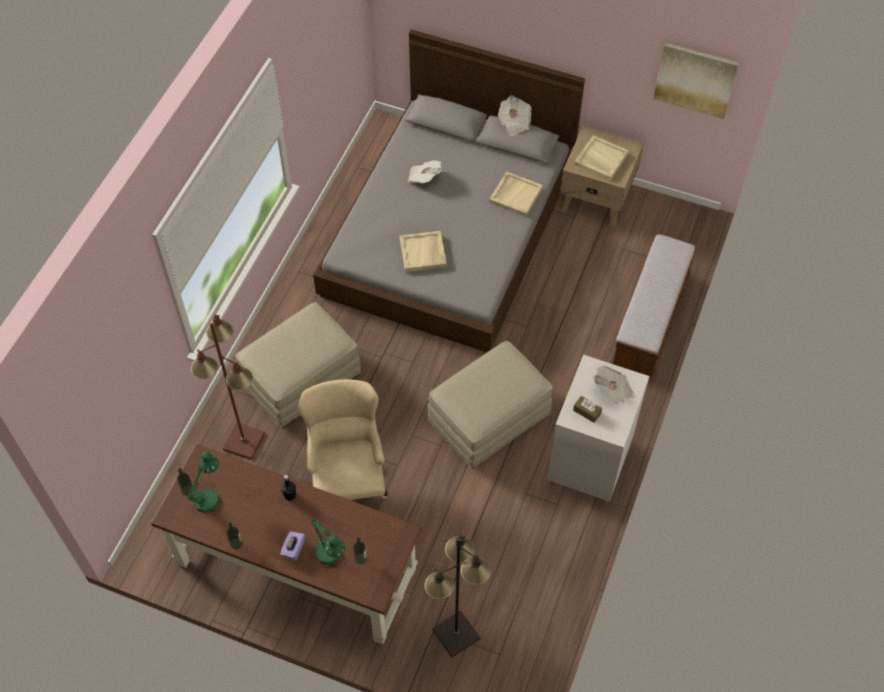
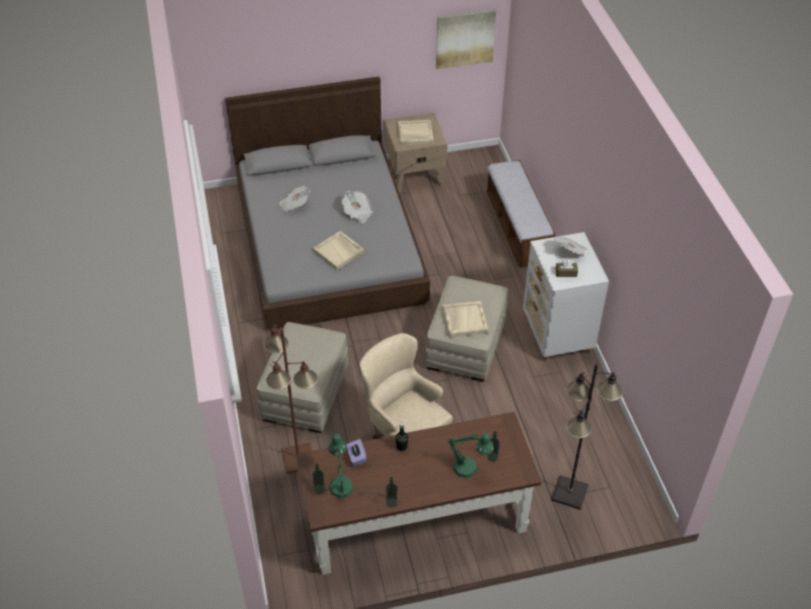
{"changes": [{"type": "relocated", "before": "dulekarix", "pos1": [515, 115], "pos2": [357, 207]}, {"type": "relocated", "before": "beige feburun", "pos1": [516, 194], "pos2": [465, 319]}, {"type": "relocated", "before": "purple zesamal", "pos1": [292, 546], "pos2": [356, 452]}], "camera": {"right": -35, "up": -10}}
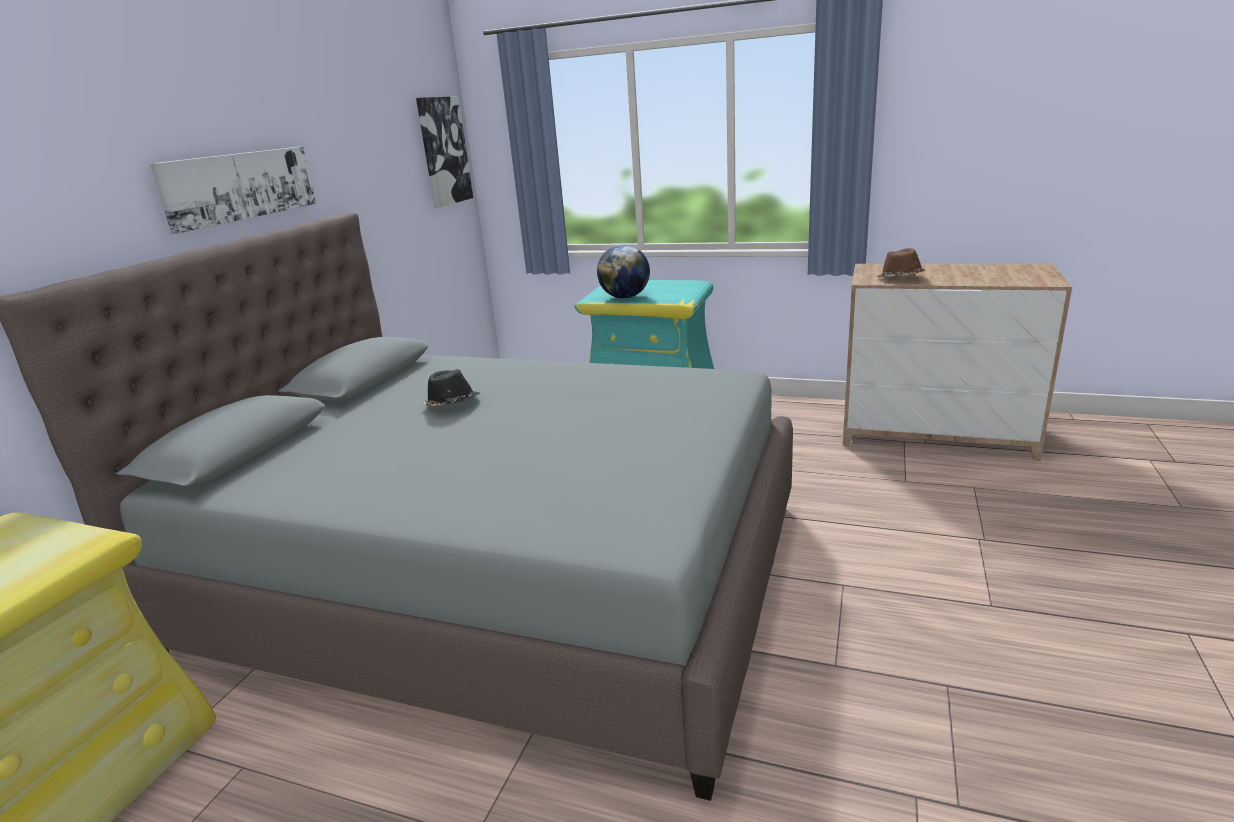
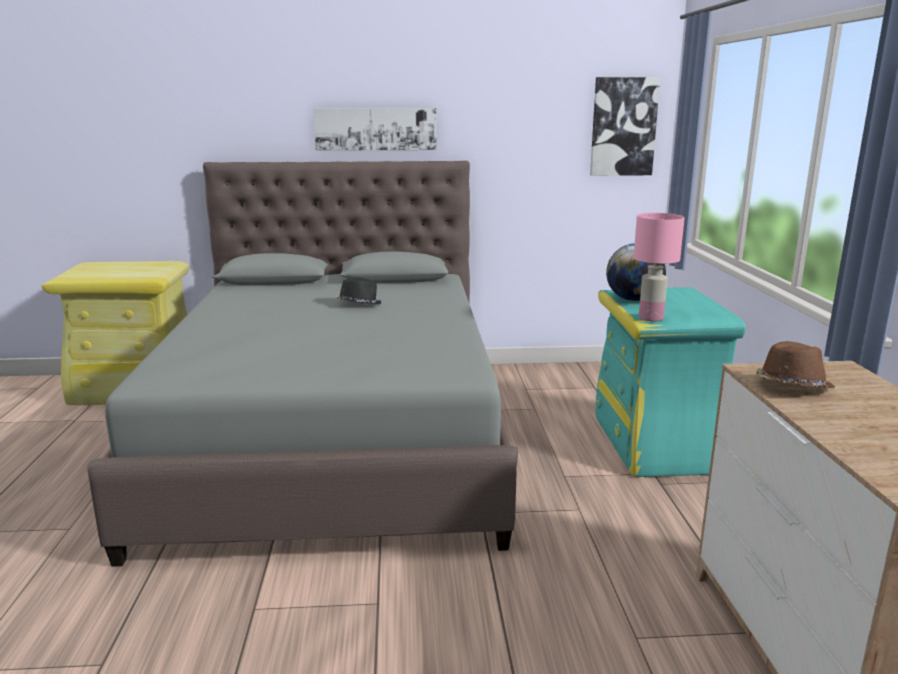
{"changes": [{"type": "appeared", "after": "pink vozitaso", "pos2": [659, 267]}], "camera": {"right": 65, "up": -5}}
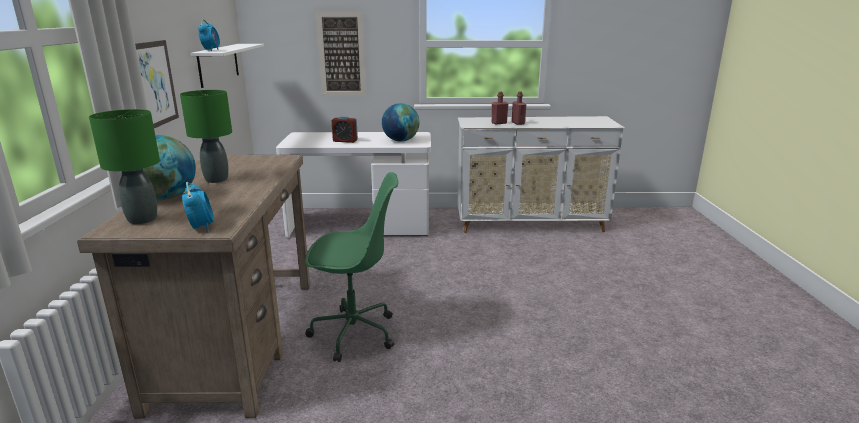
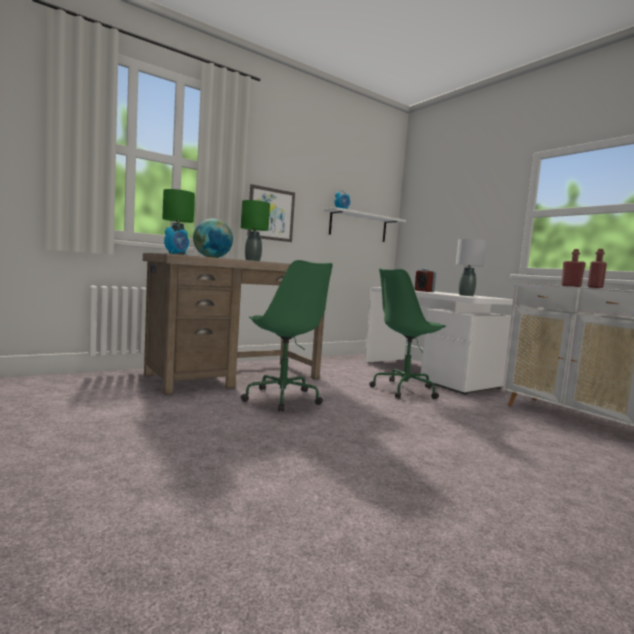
{"changes": [{"type": "missing", "before": "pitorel", "pos1": [341, 54]}, {"type": "exchanged", "before": "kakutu", "after": "grey vozitaso", "pos1": [400, 122], "pos2": [471, 267]}, {"type": "appeared", "after": "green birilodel", "pos2": [407, 333]}], "camera": {"right": 55, "up": -15}}
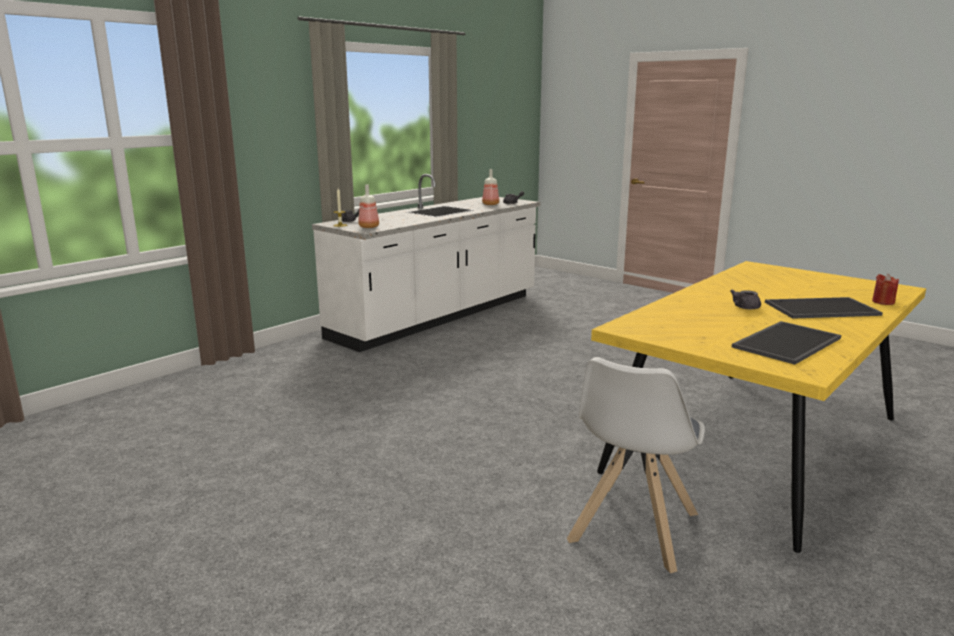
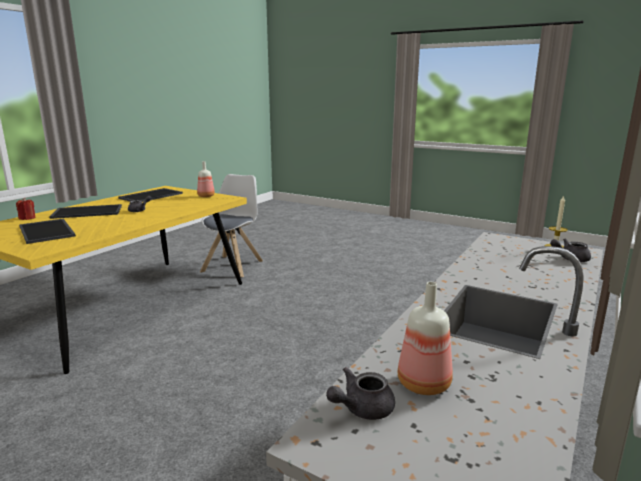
{"changes": [{"type": "relocated", "before": "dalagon", "pos1": [368, 206], "pos2": [206, 179]}, {"type": "appeared", "after": "feburun", "pos2": [47, 231]}], "camera": {"right": 170, "up": 0}}
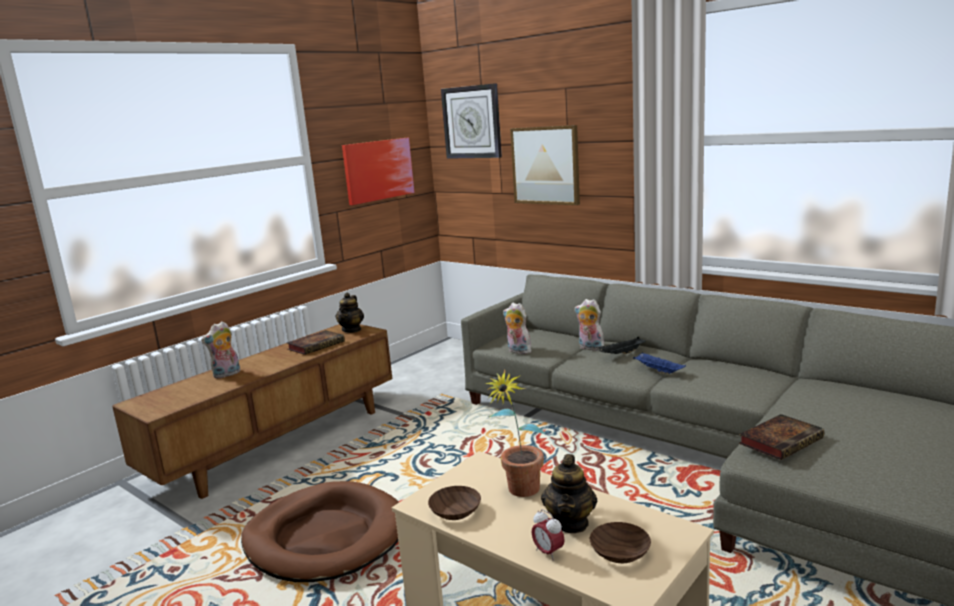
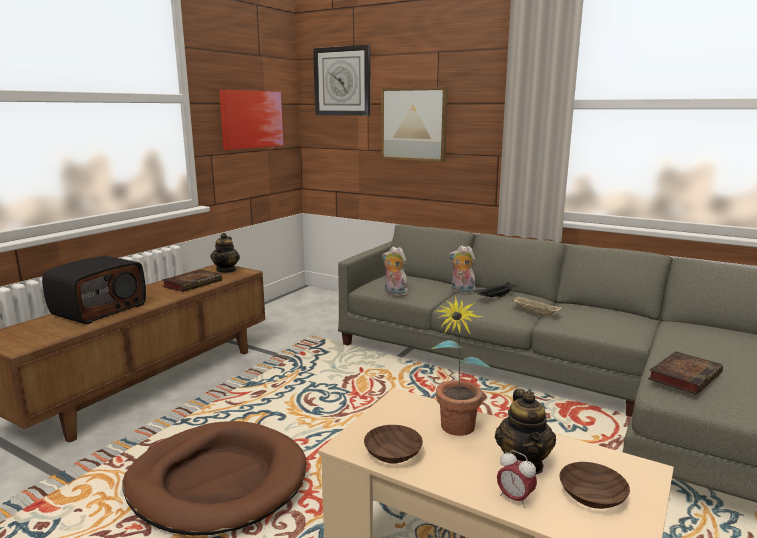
{"changes": [{"type": "exchanged", "before": "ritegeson", "after": "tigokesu", "pos1": [220, 350], "pos2": [94, 290]}, {"type": "colour", "before": "blue feburun", "after": "beige feburun", "pos1": [659, 363], "pos2": [537, 305]}], "camera": {"right": -10, "up": 0}}
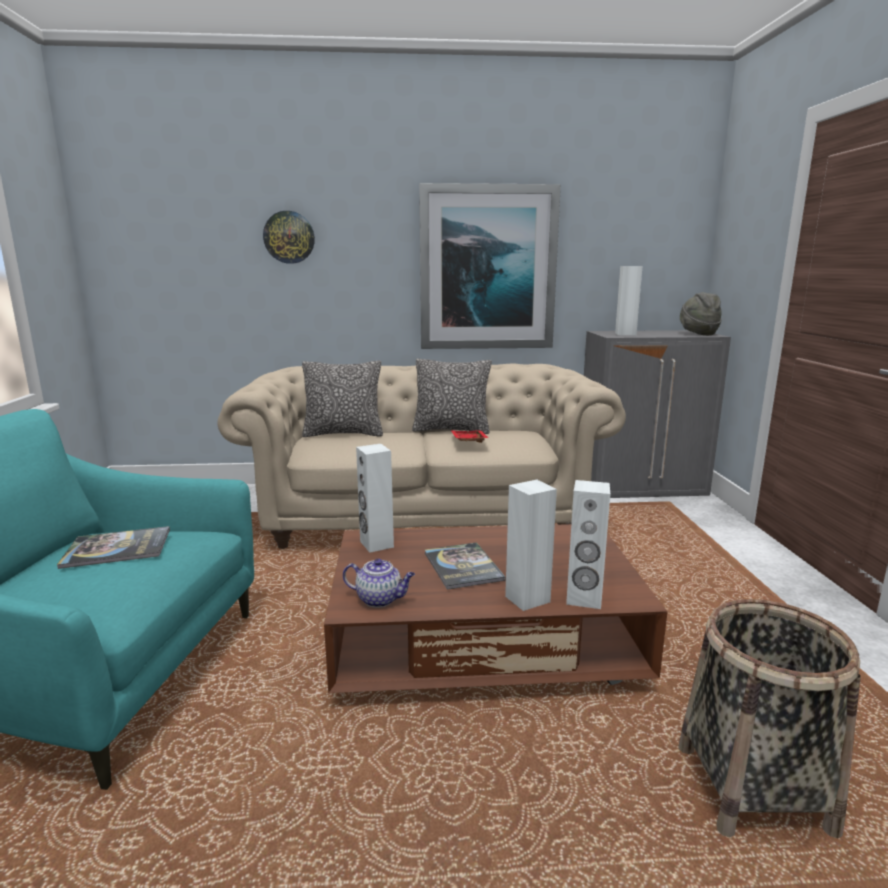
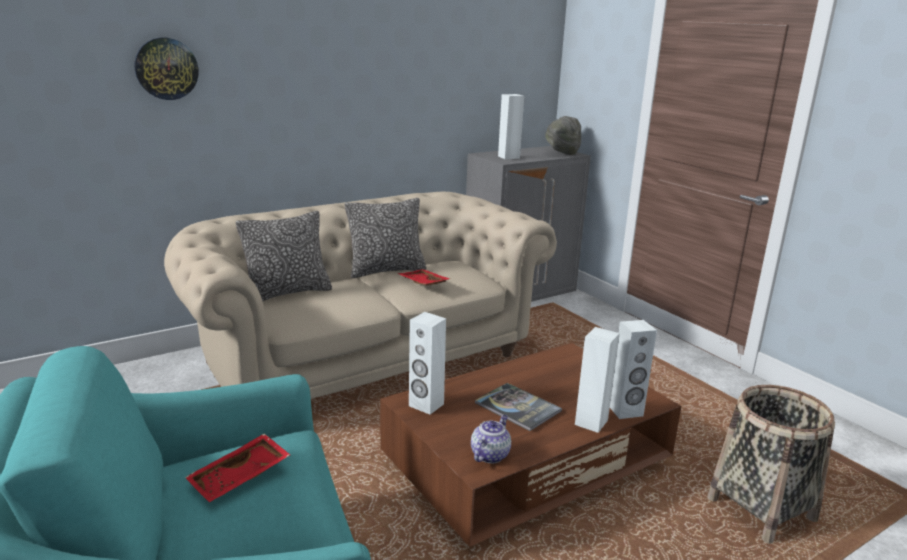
{"changes": [{"type": "missing", "before": "pitorel", "pos1": [490, 266]}, {"type": "exchanged", "before": "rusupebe", "after": "red feburun", "pos1": [113, 547], "pos2": [237, 468]}, {"type": "spun", "before": "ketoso", "pos1": [379, 583], "pos2": [491, 439], "turn": -45}], "camera": {"right": -30, "up": 5}}
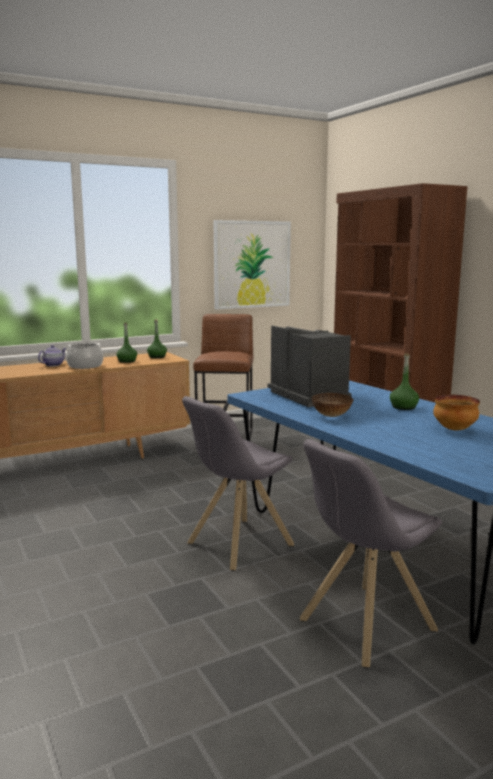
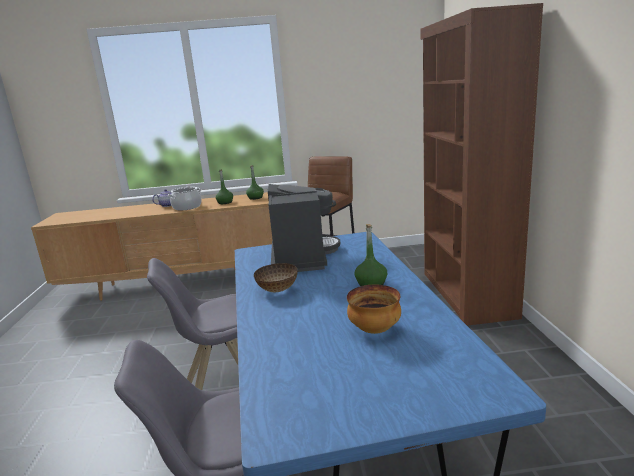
{"changes": [{"type": "missing", "before": "pitorel", "pos1": [252, 265]}], "camera": {"right": 25, "up": 5}}
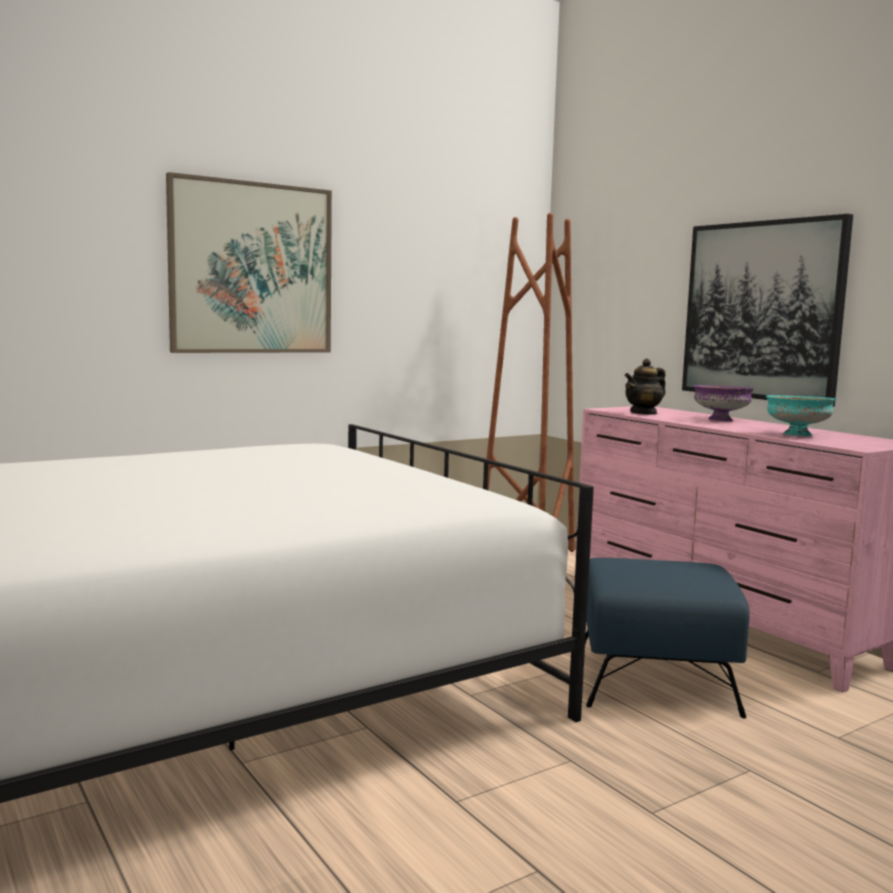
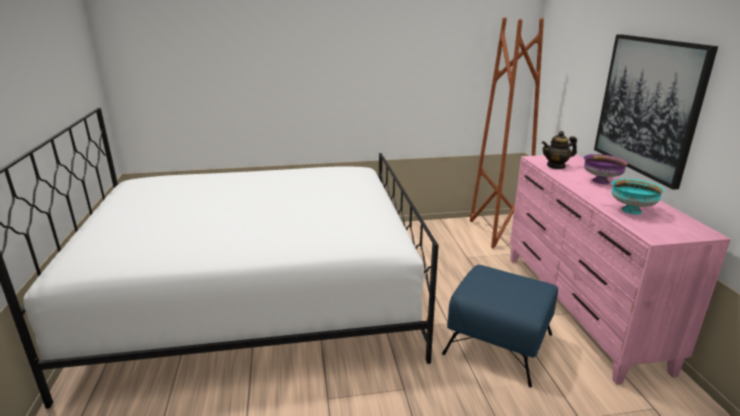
{"changes": [{"type": "missing", "before": "pitorel", "pos1": [249, 262]}], "camera": {"right": 25, "up": 15}}
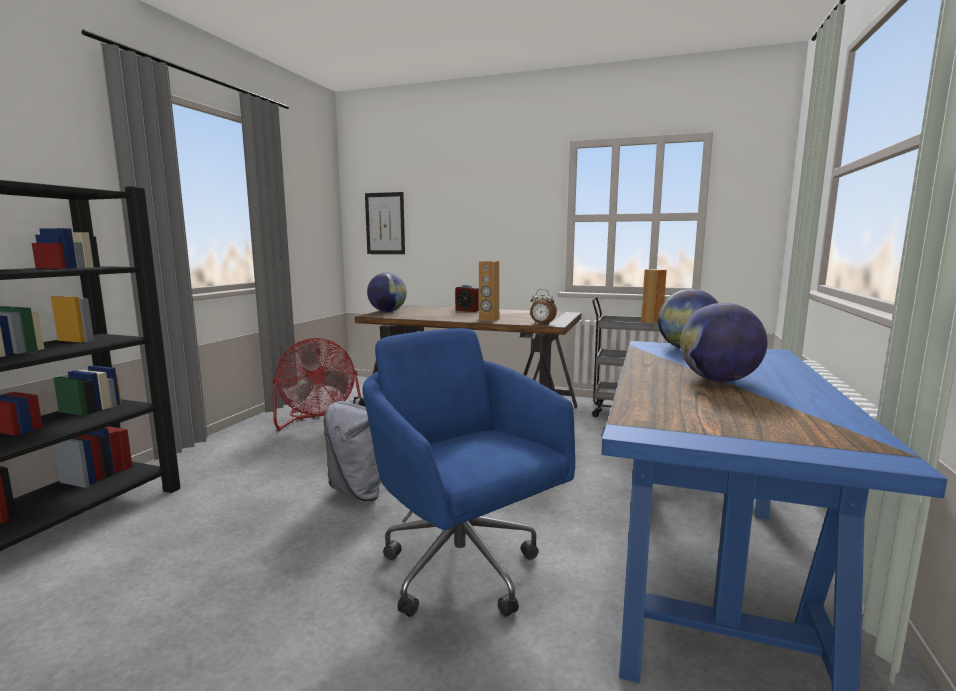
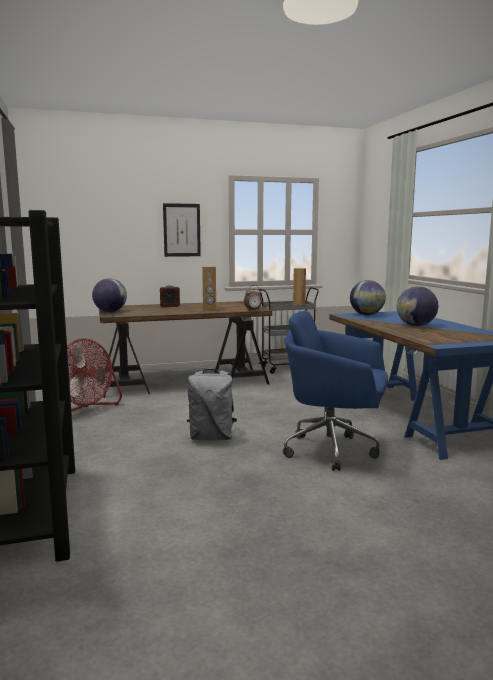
{"changes": [{"type": "relocated", "before": "pitorel", "pos1": [385, 223], "pos2": [182, 230]}], "camera": {"right": -35, "up": 0}}
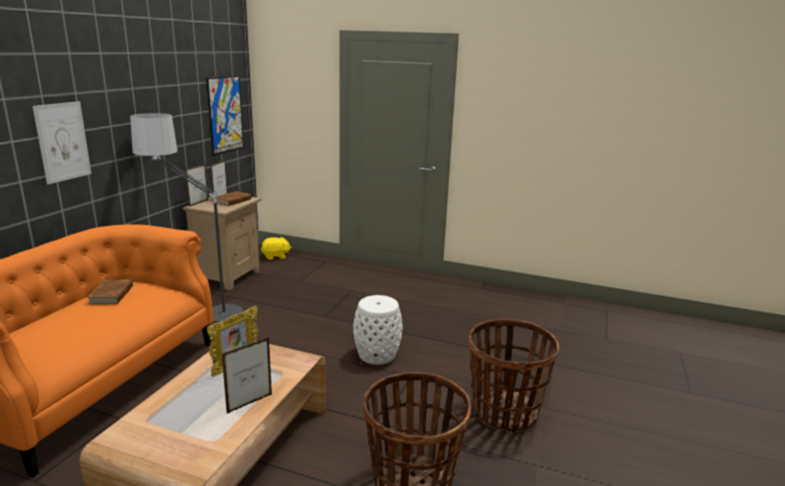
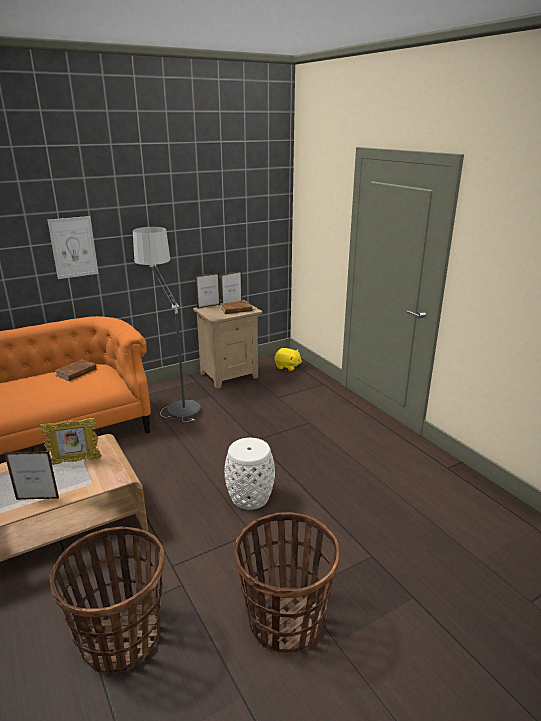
{"changes": [{"type": "missing", "before": "pitorel", "pos1": [225, 116]}], "camera": {"right": 40, "up": 5}}
